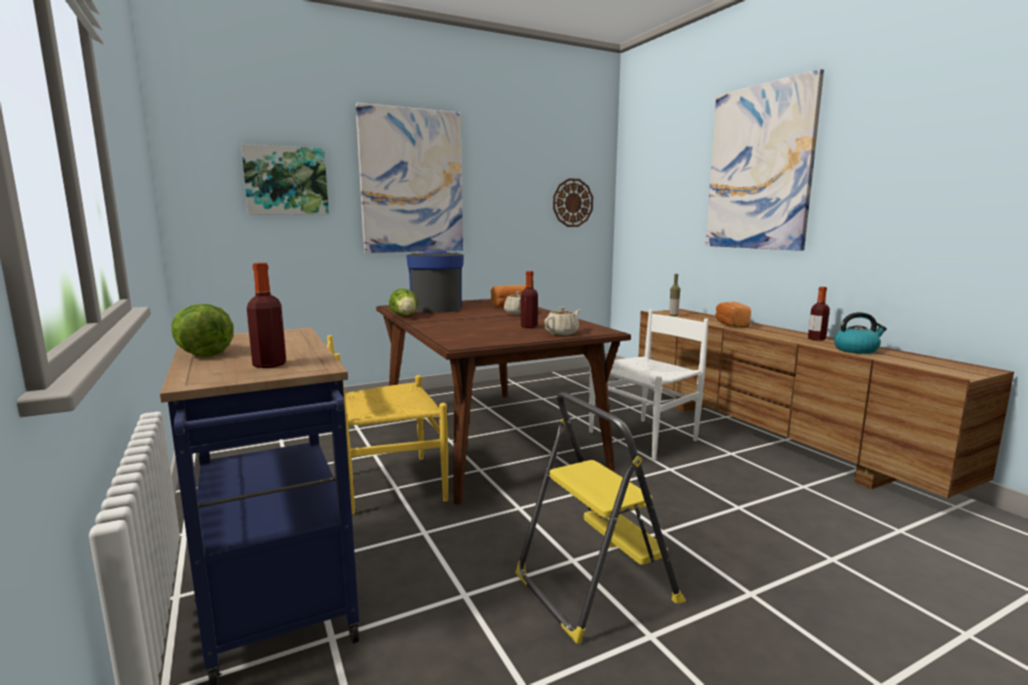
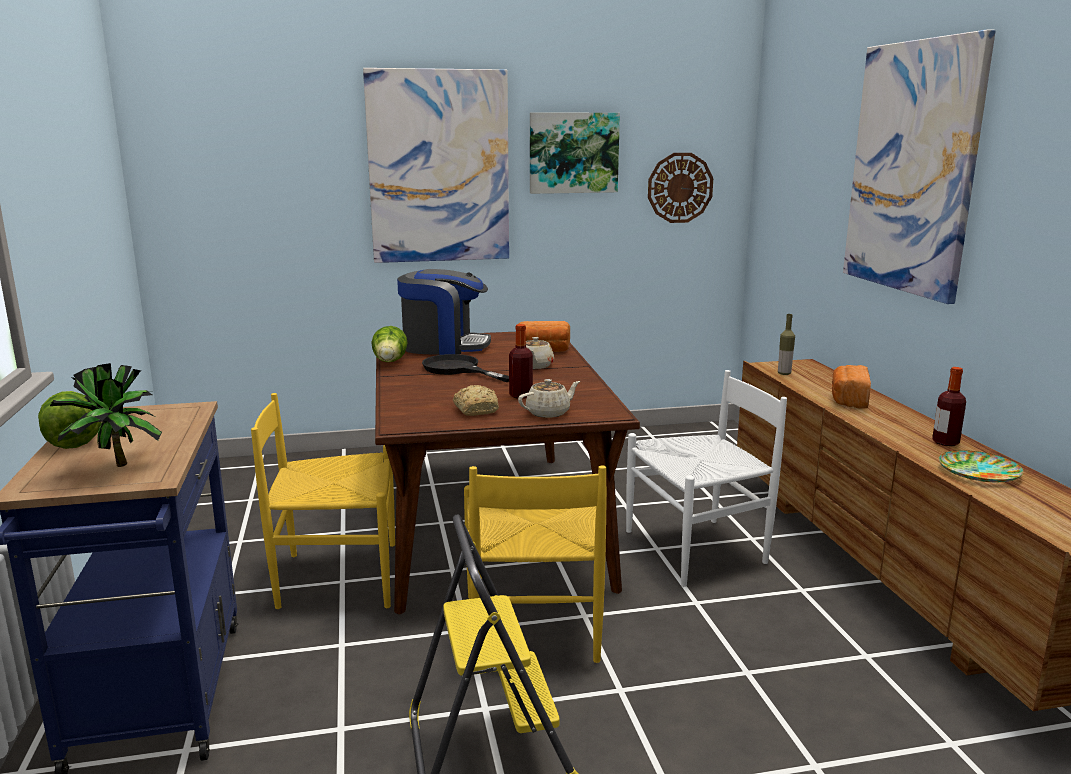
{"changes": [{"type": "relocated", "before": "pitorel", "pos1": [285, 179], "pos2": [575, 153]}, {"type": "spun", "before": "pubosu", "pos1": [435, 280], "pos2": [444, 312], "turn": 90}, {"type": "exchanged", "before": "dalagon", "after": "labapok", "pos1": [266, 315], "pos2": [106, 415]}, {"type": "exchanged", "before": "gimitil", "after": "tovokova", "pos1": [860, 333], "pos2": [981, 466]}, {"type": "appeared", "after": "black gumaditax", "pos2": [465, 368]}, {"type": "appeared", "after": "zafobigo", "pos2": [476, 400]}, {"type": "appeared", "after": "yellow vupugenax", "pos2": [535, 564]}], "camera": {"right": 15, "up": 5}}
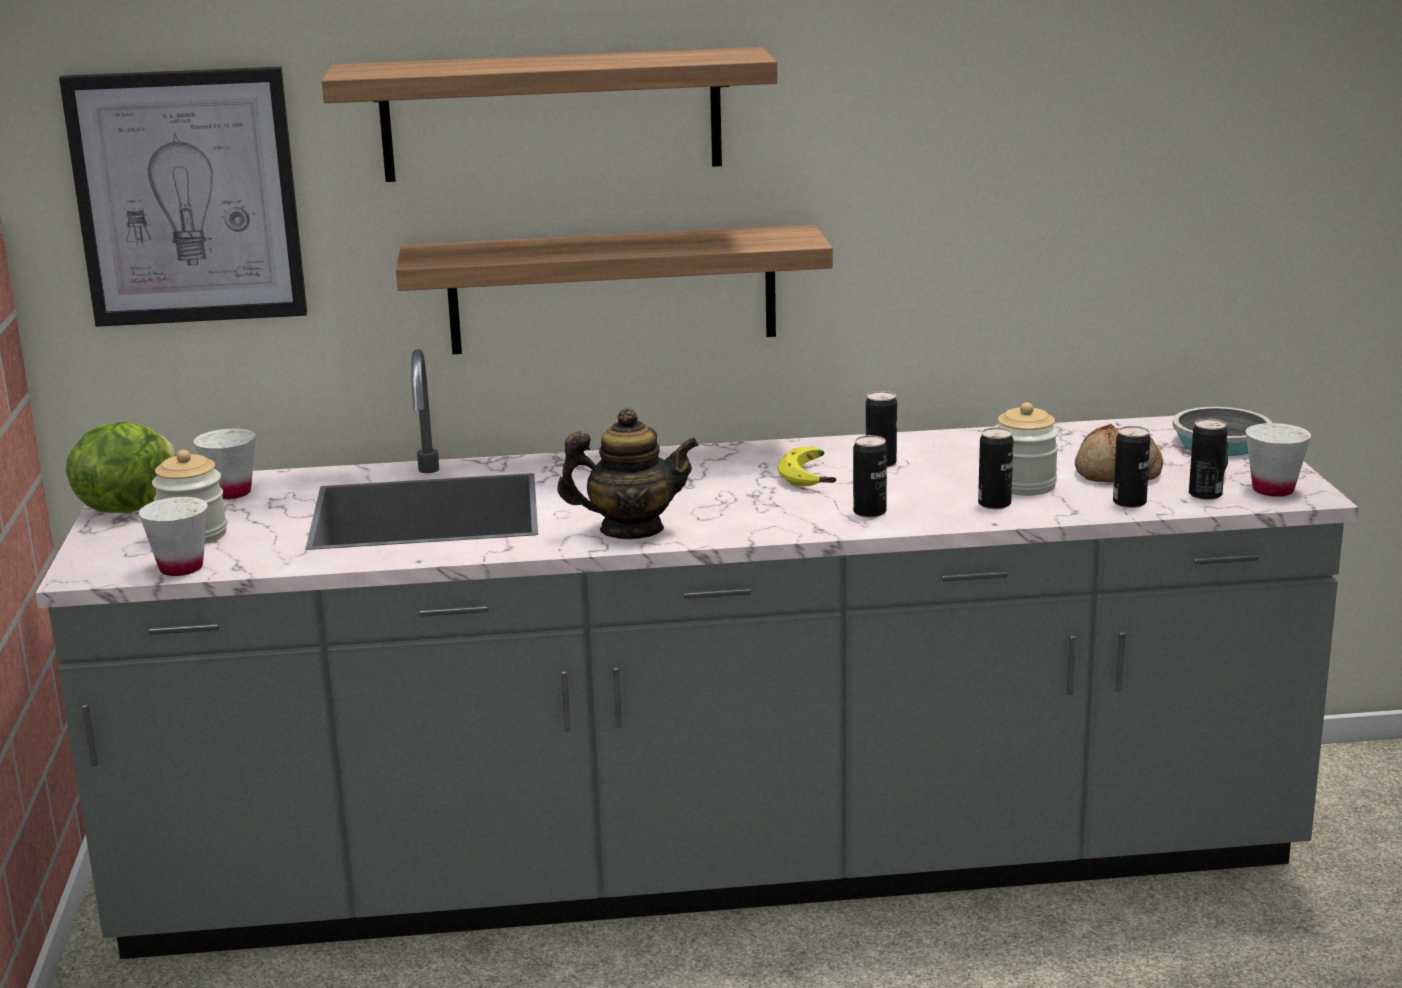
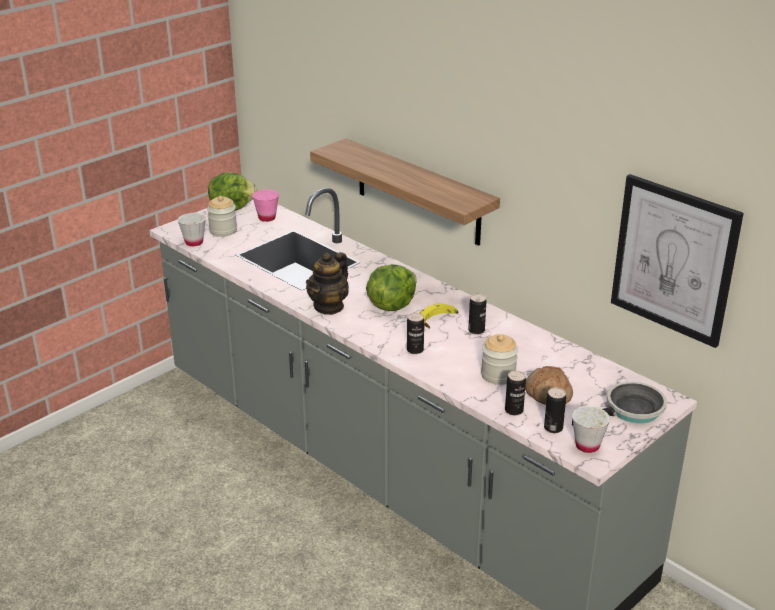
{"changes": [{"type": "missing", "before": "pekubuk", "pos1": [549, 114]}, {"type": "relocated", "before": "pitorel", "pos1": [183, 197], "pos2": [677, 261]}, {"type": "spun", "before": "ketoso", "pos1": [628, 473], "pos2": [327, 283], "turn": 75}, {"type": "colour", "before": "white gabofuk", "after": "pink gabofuk", "pos1": [225, 463], "pos2": [265, 206]}, {"type": "missing", "before": "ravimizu", "pos1": [995, 468]}, {"type": "appeared", "after": "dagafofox", "pos2": [391, 287]}], "camera": {"right": 50, "up": 10}}
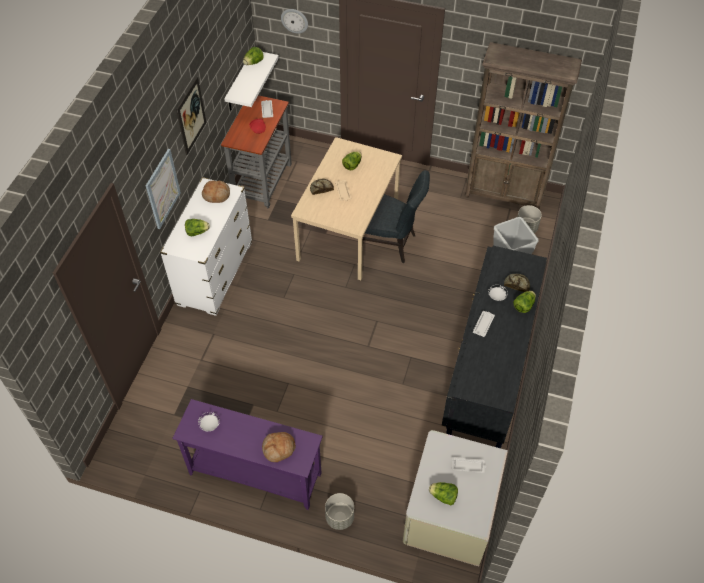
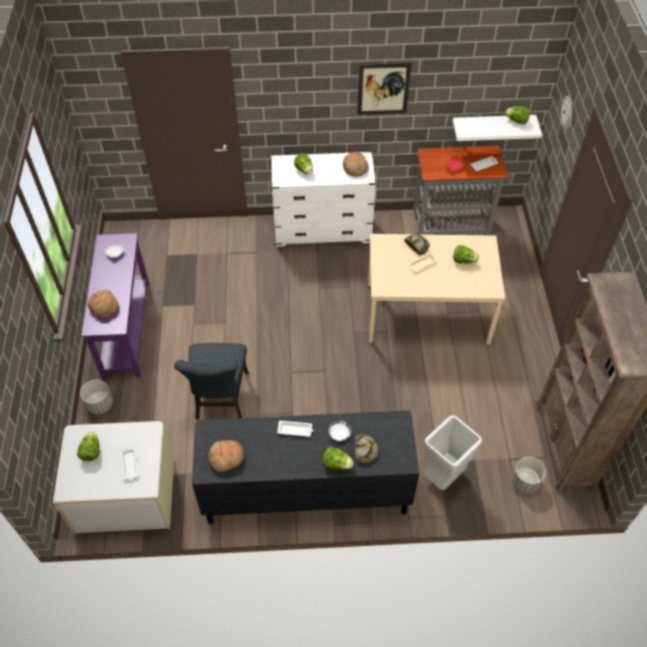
{"changes": [{"type": "missing", "before": "pitorel", "pos1": [163, 189]}, {"type": "relocated", "before": "grey vupugenax", "pos1": [396, 216], "pos2": [211, 381]}, {"type": "appeared", "after": "zafobigo", "pos2": [226, 456]}], "camera": {"right": 70, "up": 0}}
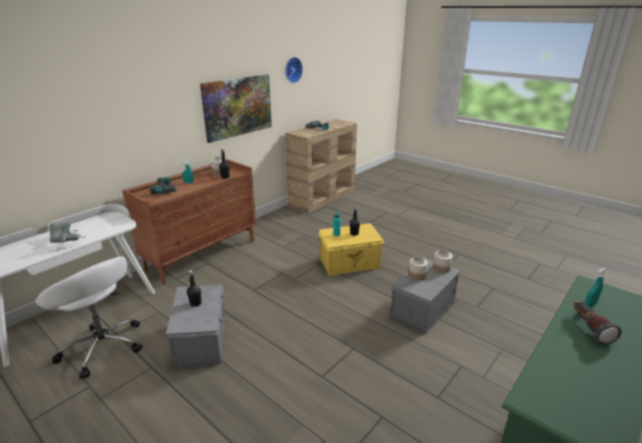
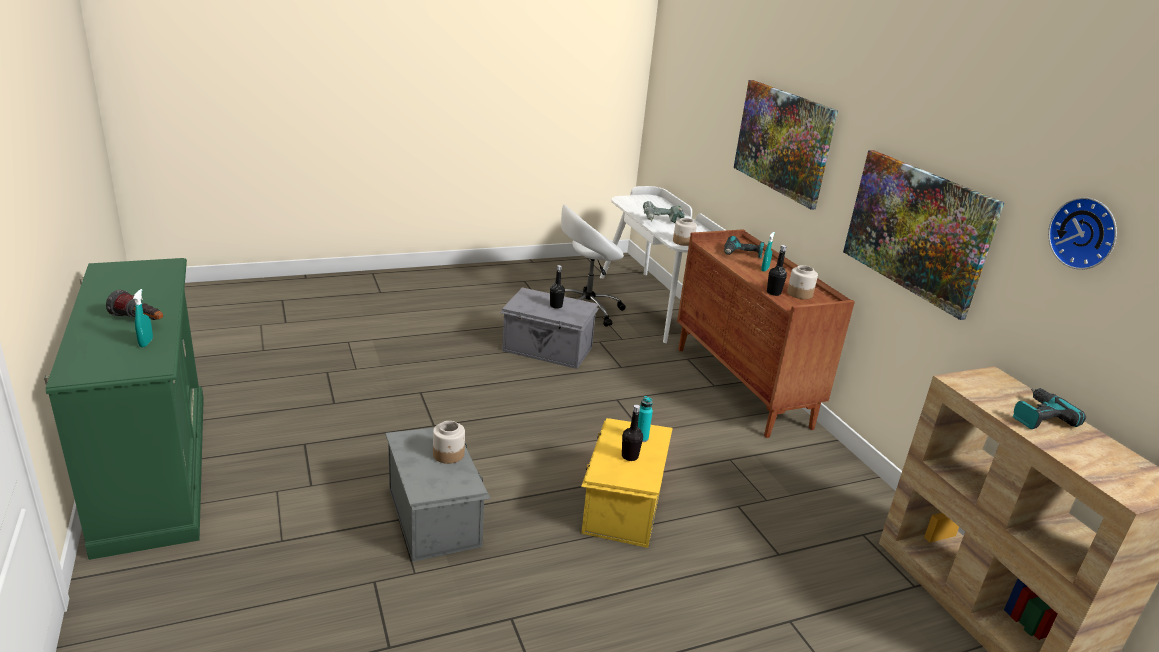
{"changes": [{"type": "relocated", "before": "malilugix", "pos1": [443, 261], "pos2": [685, 232]}, {"type": "appeared", "after": "pitorel", "pos2": [786, 145]}], "camera": {"right": 115, "up": 0}}
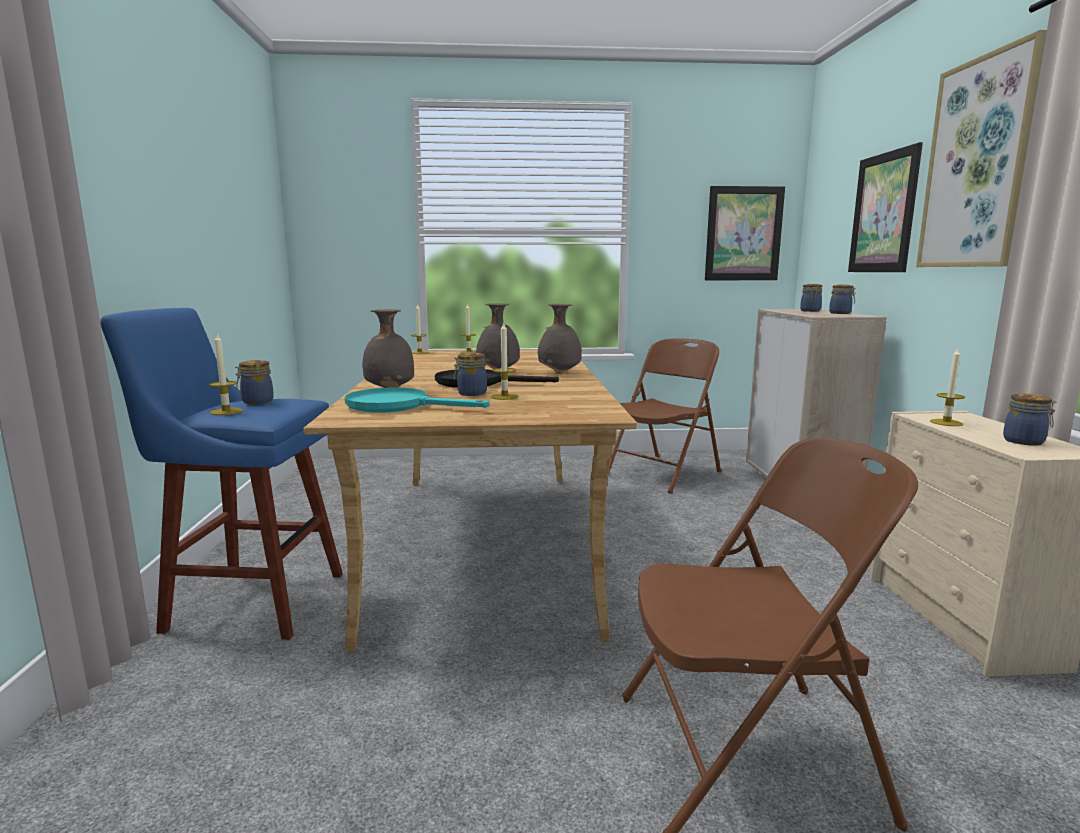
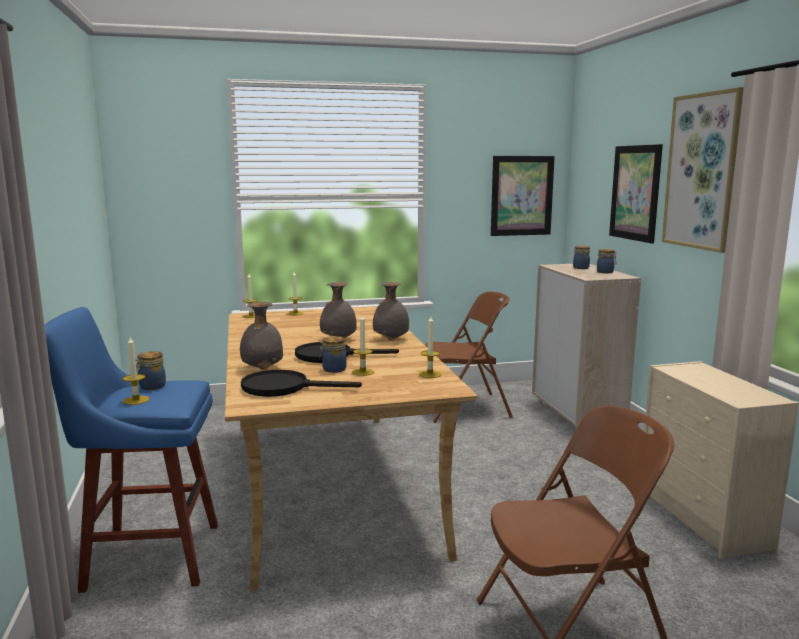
{"changes": [{"type": "spun", "before": "brown vupugenax", "pos1": [664, 416], "pos2": [469, 357], "turn": 45}, {"type": "relocated", "before": "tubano", "pos1": [947, 387], "pos2": [430, 347]}, {"type": "colour", "before": "turquoise gumaditax", "after": "black gumaditax", "pos1": [417, 400], "pos2": [301, 383]}, {"type": "missing", "before": "malilugix", "pos1": [1030, 419]}], "camera": {"right": -10, "up": 0}}
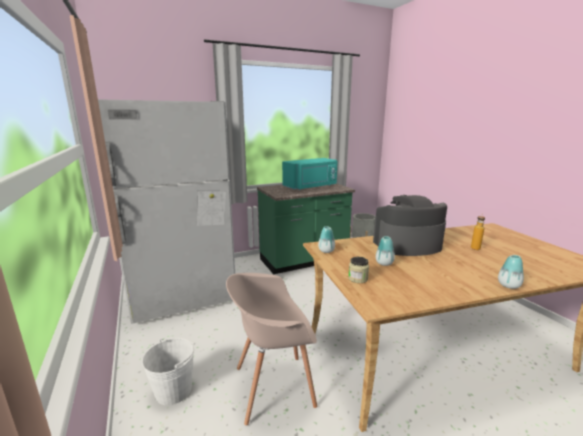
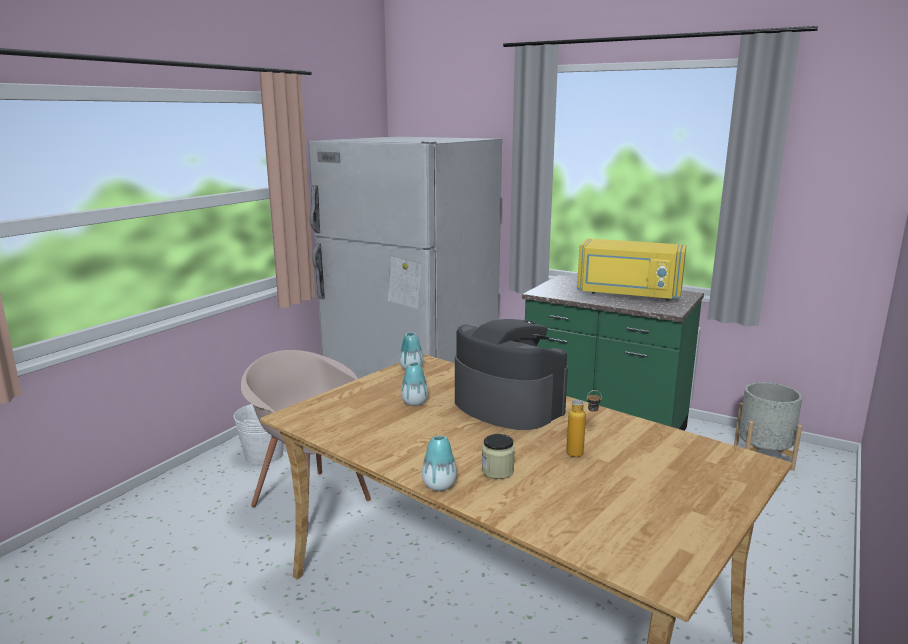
{"changes": [{"type": "colour", "before": "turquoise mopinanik", "after": "yellow mopinanik", "pos1": [310, 174], "pos2": [631, 269]}, {"type": "relocated", "before": "malilugix", "pos1": [358, 270], "pos2": [498, 456]}], "camera": {"right": 55, "up": 0}}
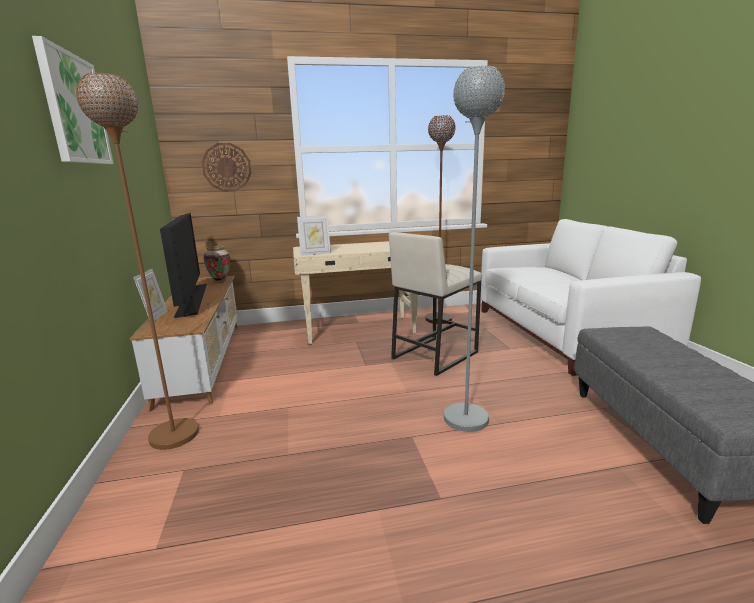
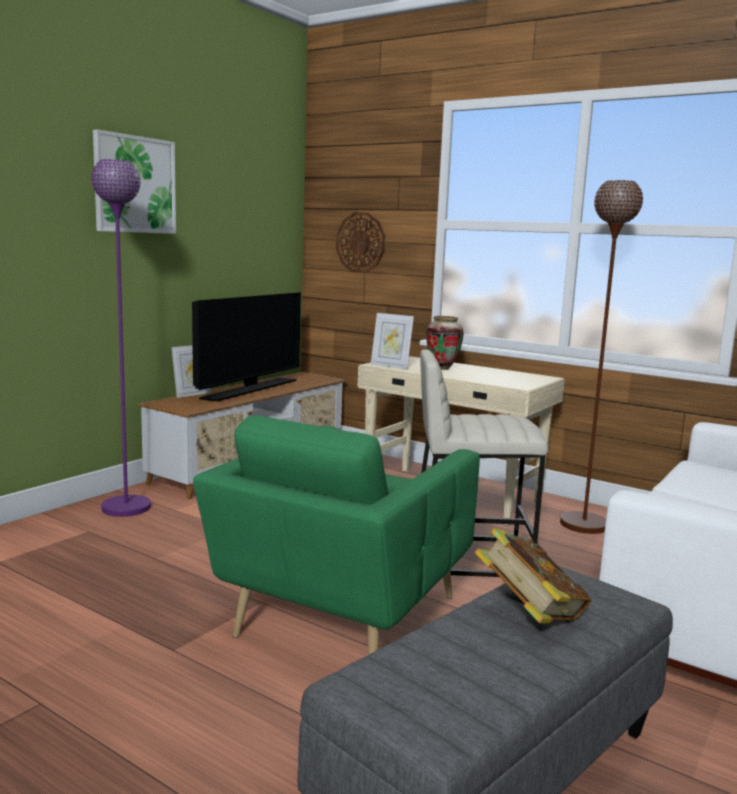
{"changes": [{"type": "exchanged", "before": "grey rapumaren", "after": "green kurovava", "pos1": [474, 248], "pos2": [336, 535]}, {"type": "colour", "before": "brown rapumaren", "after": "purple rapumaren", "pos1": [137, 261], "pos2": [121, 338]}, {"type": "relocated", "before": "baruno", "pos1": [216, 264], "pos2": [445, 343]}, {"type": "appeared", "after": "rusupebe", "pos2": [533, 575]}], "camera": {"right": 45, "up": -5}}
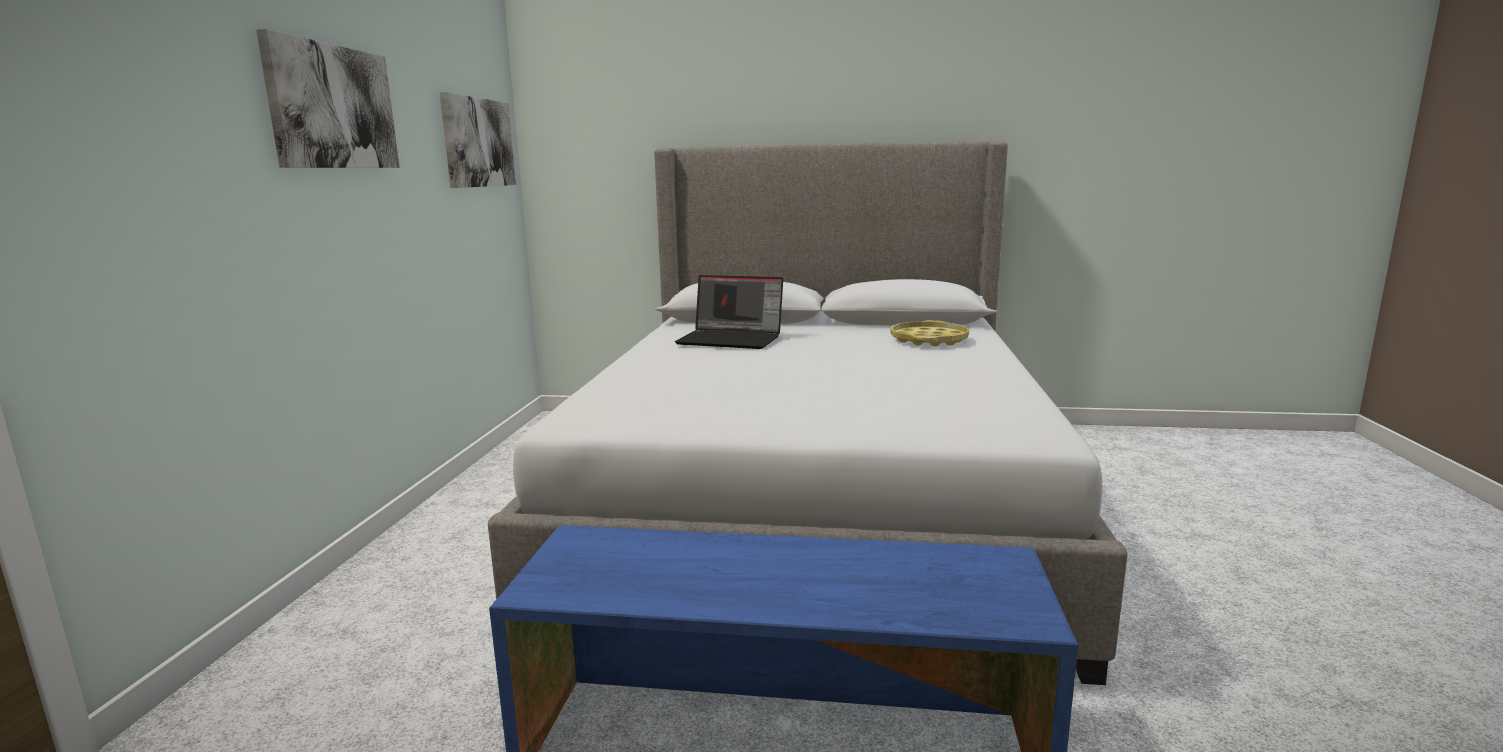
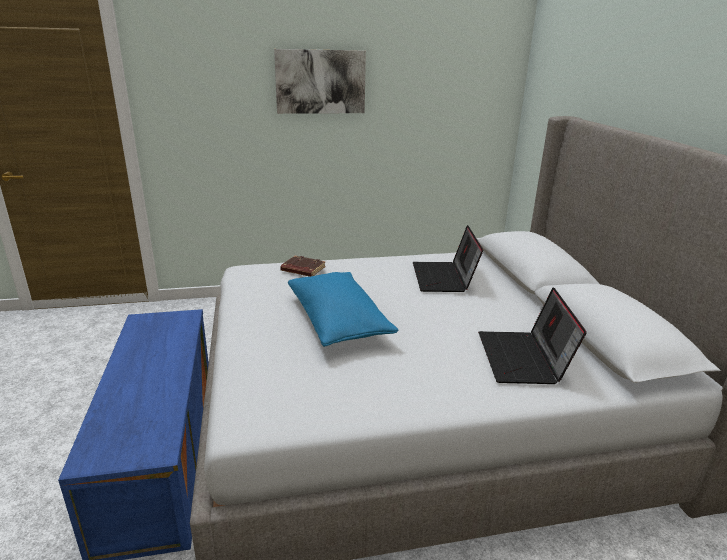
{"changes": [{"type": "missing", "before": "pitorel", "pos1": [478, 140]}, {"type": "exchanged", "before": "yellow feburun", "after": "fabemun", "pos1": [929, 333], "pos2": [532, 335]}, {"type": "appeared", "after": "brown rusupebe", "pos2": [303, 266]}, {"type": "appeared", "after": "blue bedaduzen", "pos2": [343, 309]}], "camera": {"right": 70, "up": 10}}
